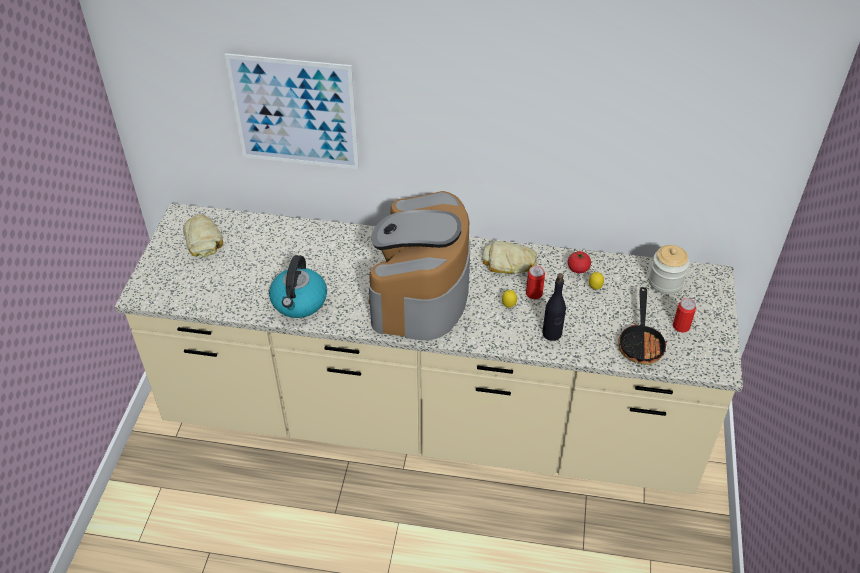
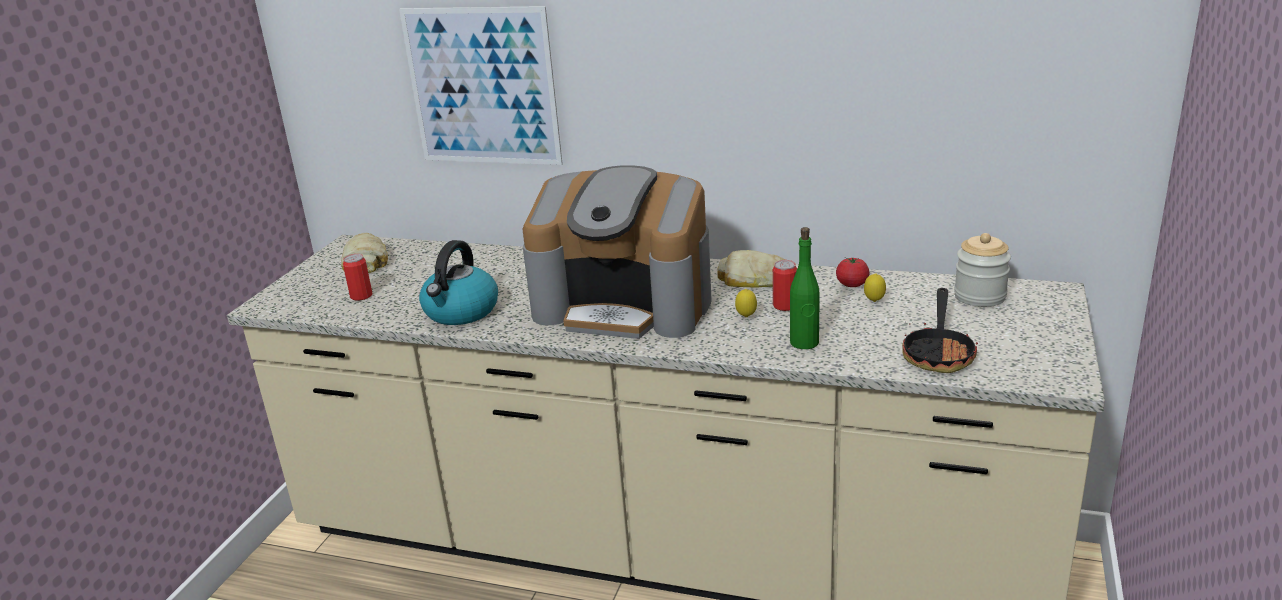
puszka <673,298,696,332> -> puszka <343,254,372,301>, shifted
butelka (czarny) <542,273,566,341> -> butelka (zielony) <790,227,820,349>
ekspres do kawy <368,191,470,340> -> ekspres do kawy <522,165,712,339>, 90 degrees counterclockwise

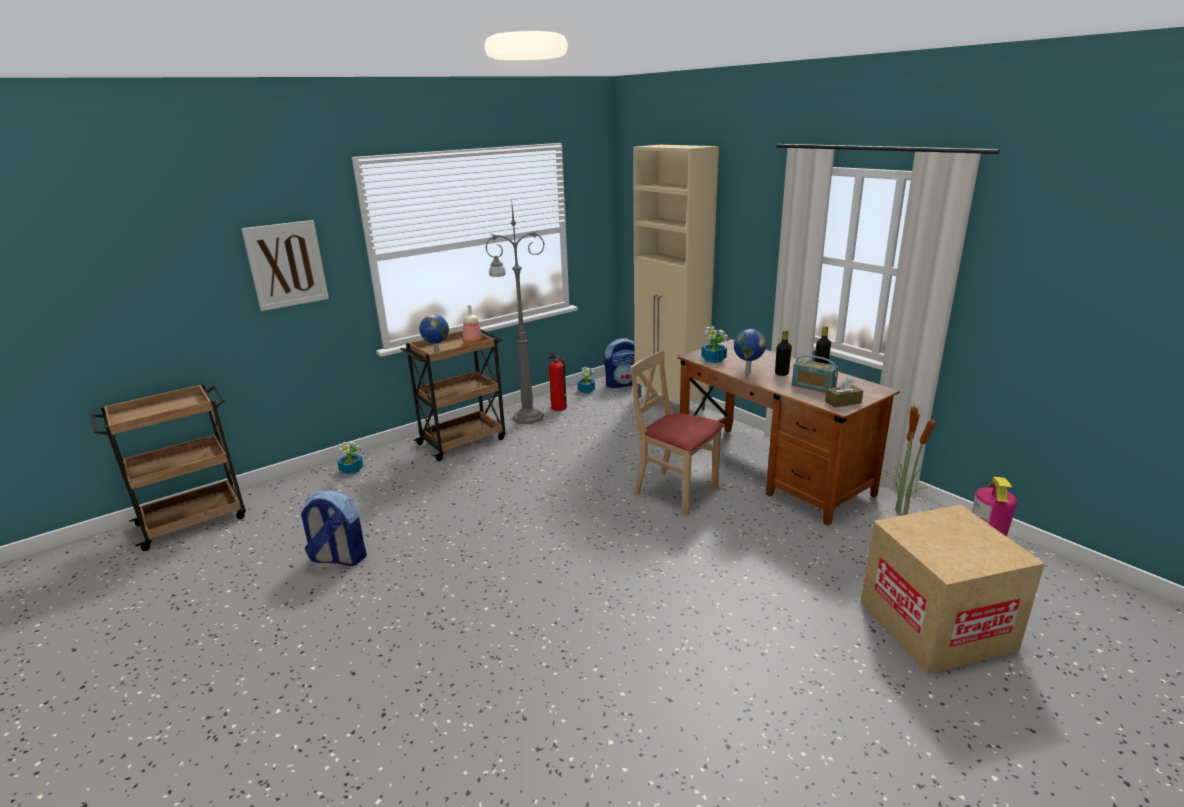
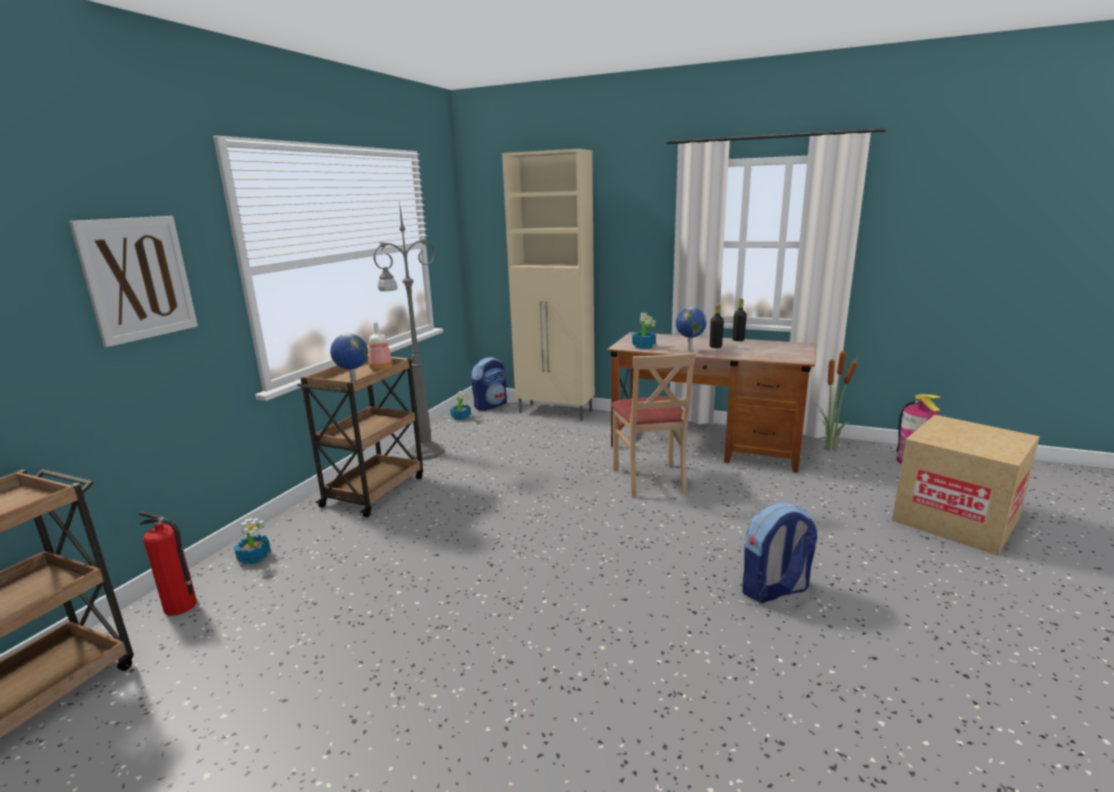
radio <792,355,839,393> -> none
pudełko chusteczek (brązowy) <825,378,863,408> -> none
plecak <301,490,367,566> -> plecak <742,503,817,603>, shifted
gaśnica <548,351,567,411> -> gaśnica <139,511,197,616>, shifted
krzesło (beżowy) <630,350,724,516> -> krzesło (beżowy) <611,353,696,498>, 105 degrees counterclockwise

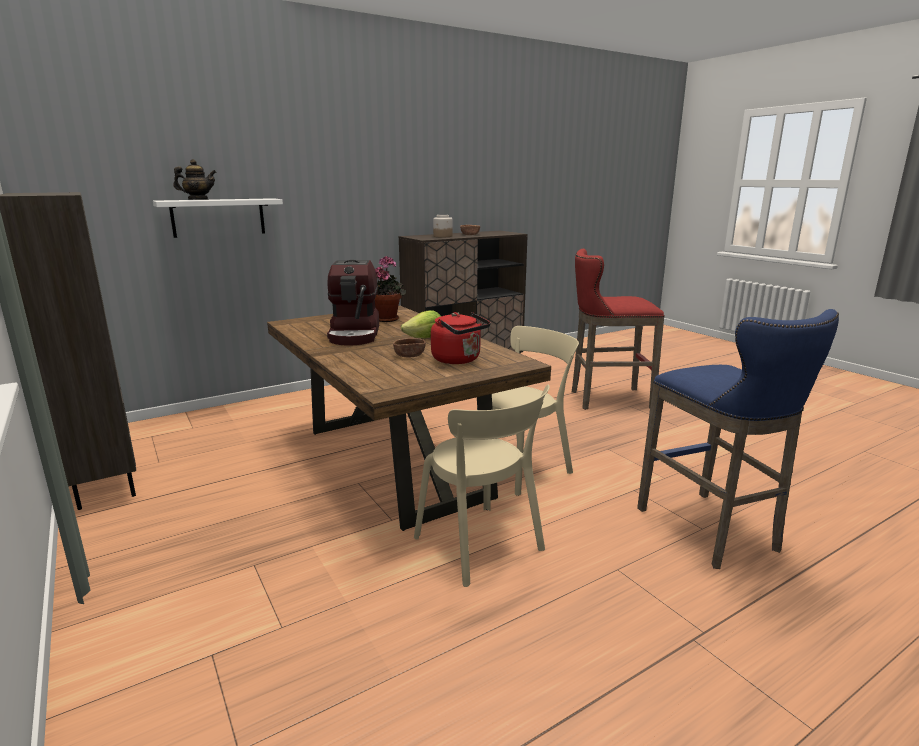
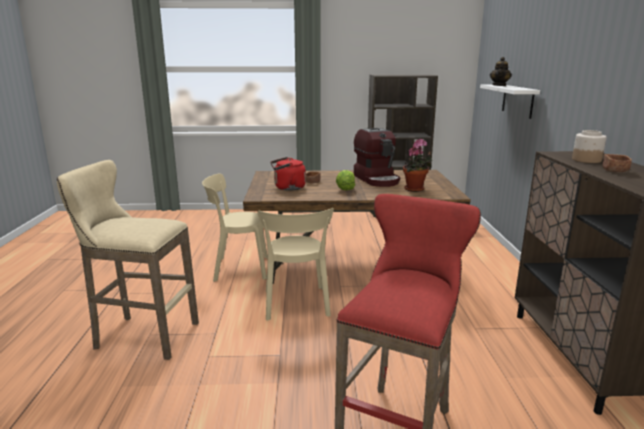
stołek (niebieski) <637,309,839,569> -> stołek (beżowy) <57,160,199,360>
ekspres do kawy <327,260,379,346> -> ekspres do kawy <354,128,400,187>, 135 degrees counterclockwise

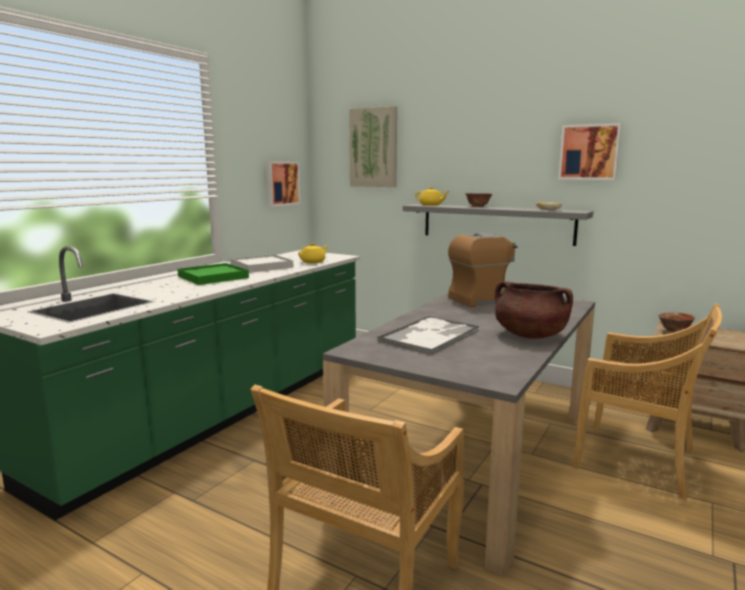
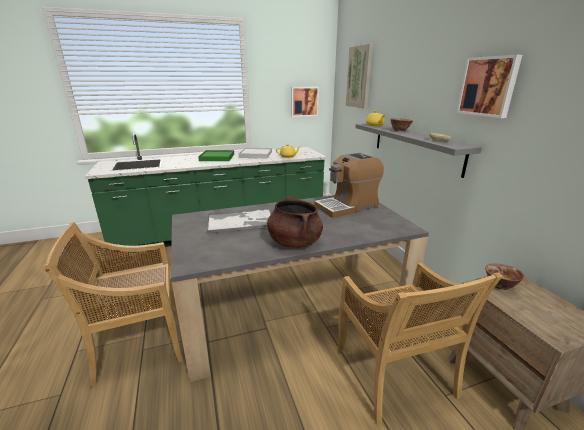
ekspres do kawy <448,233,517,307> -> ekspres do kawy <314,153,384,218>, 135 degrees clockwise

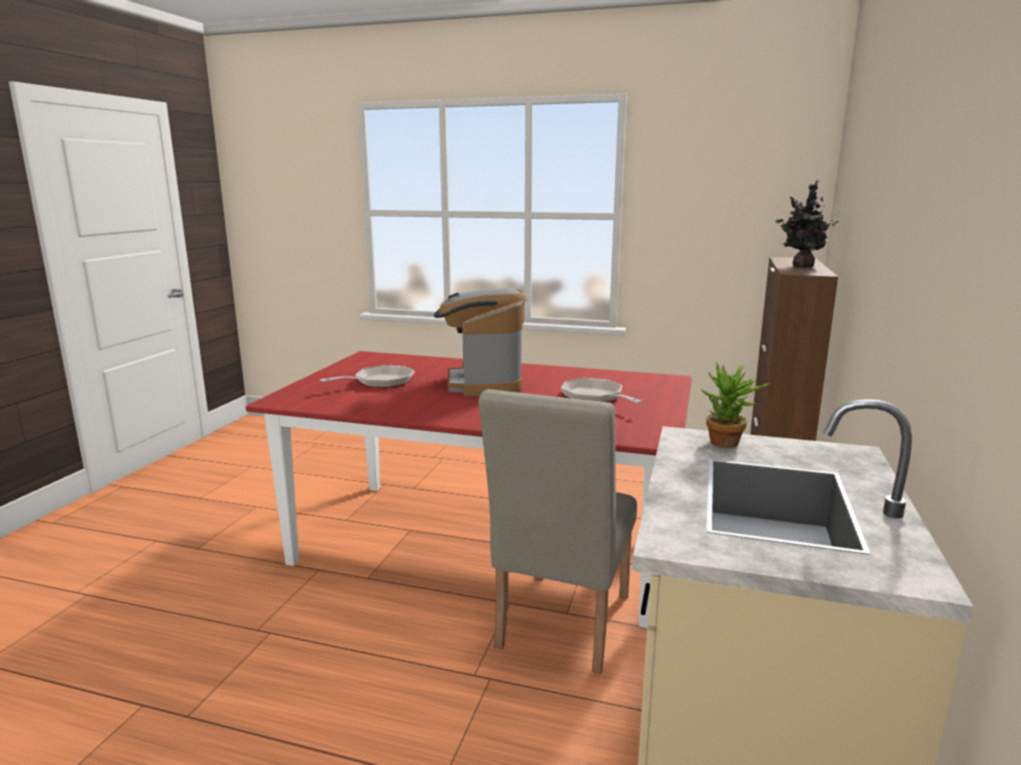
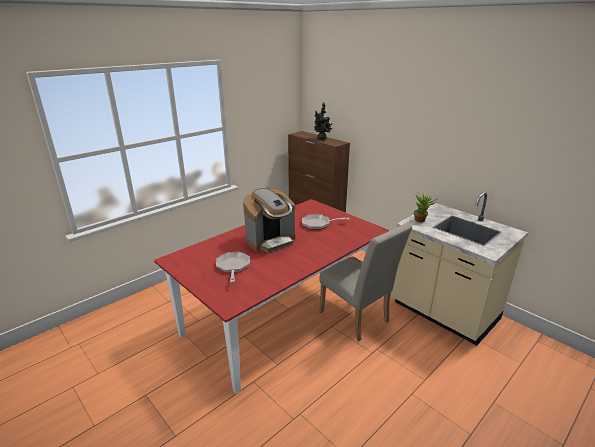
ekspres do kawy <434,288,527,396> -> ekspres do kawy <243,188,295,253>, 60 degrees counterclockwise

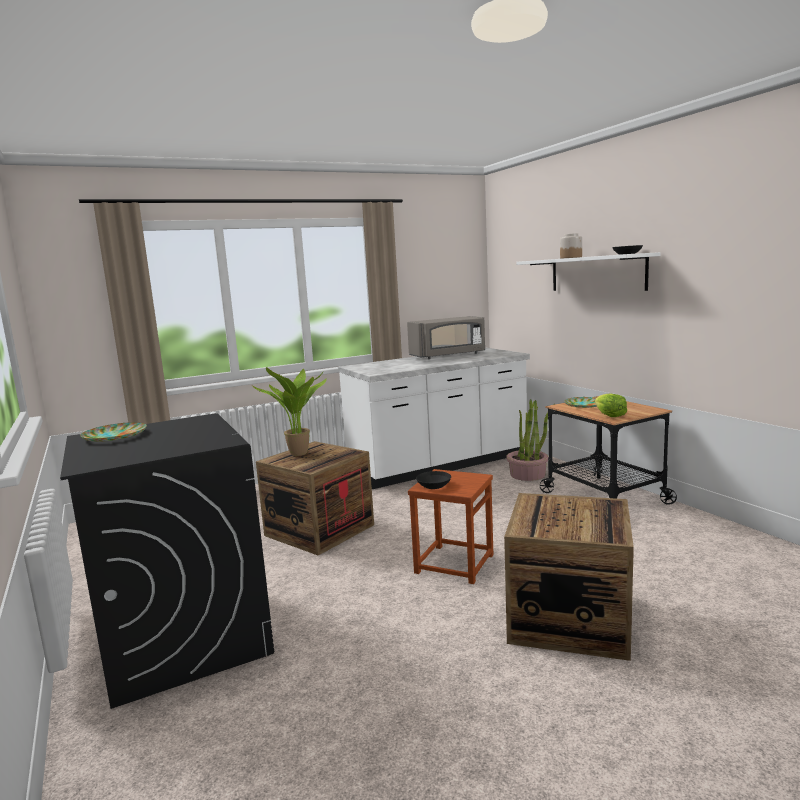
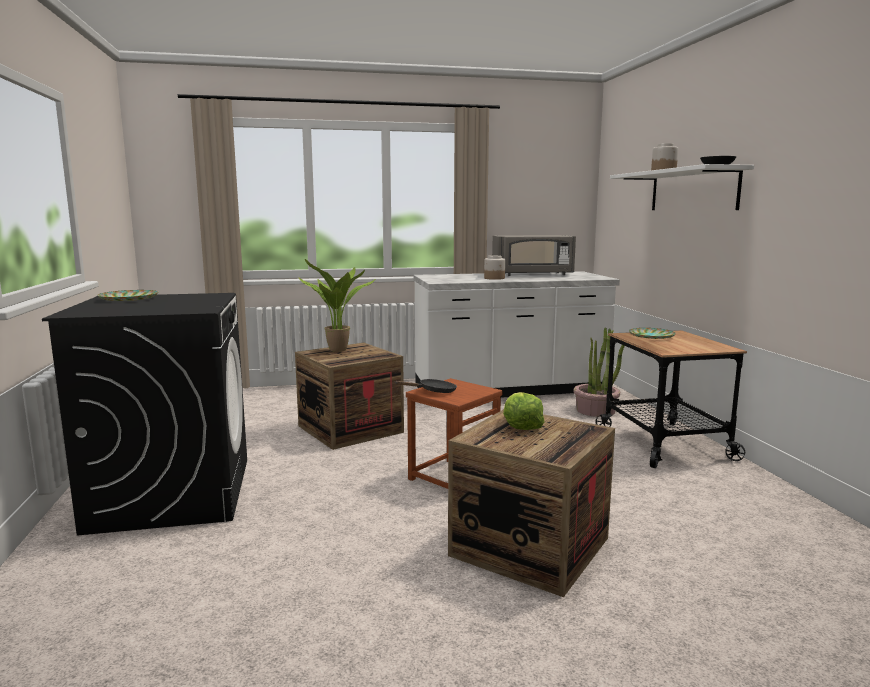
none -> słoik <484,255,505,280>
sałata <595,393,627,417> -> sałata <503,392,545,430>, shifted
miska (czarny) <416,471,451,489> -> patelnia (czarny) <395,379,457,393>

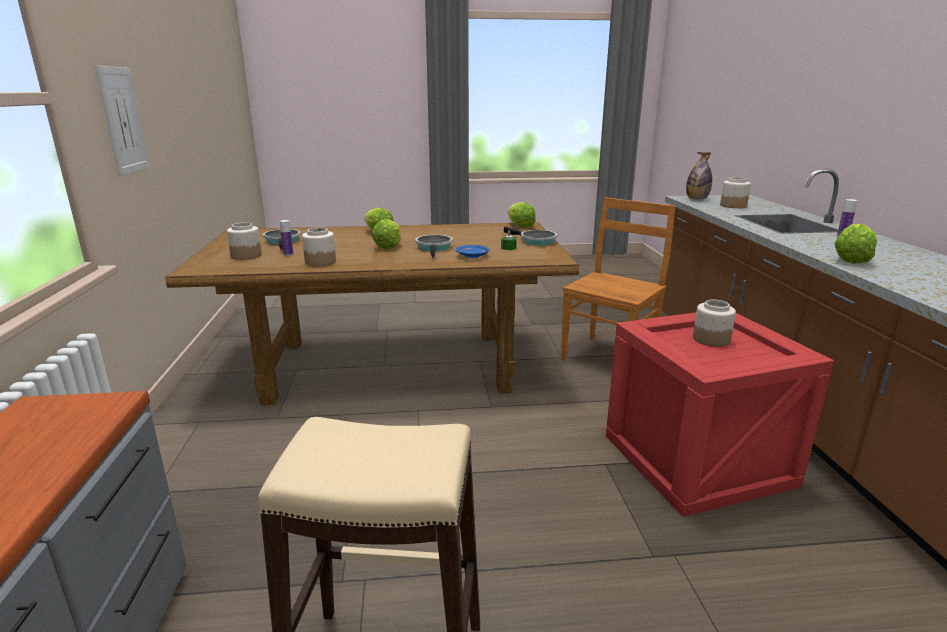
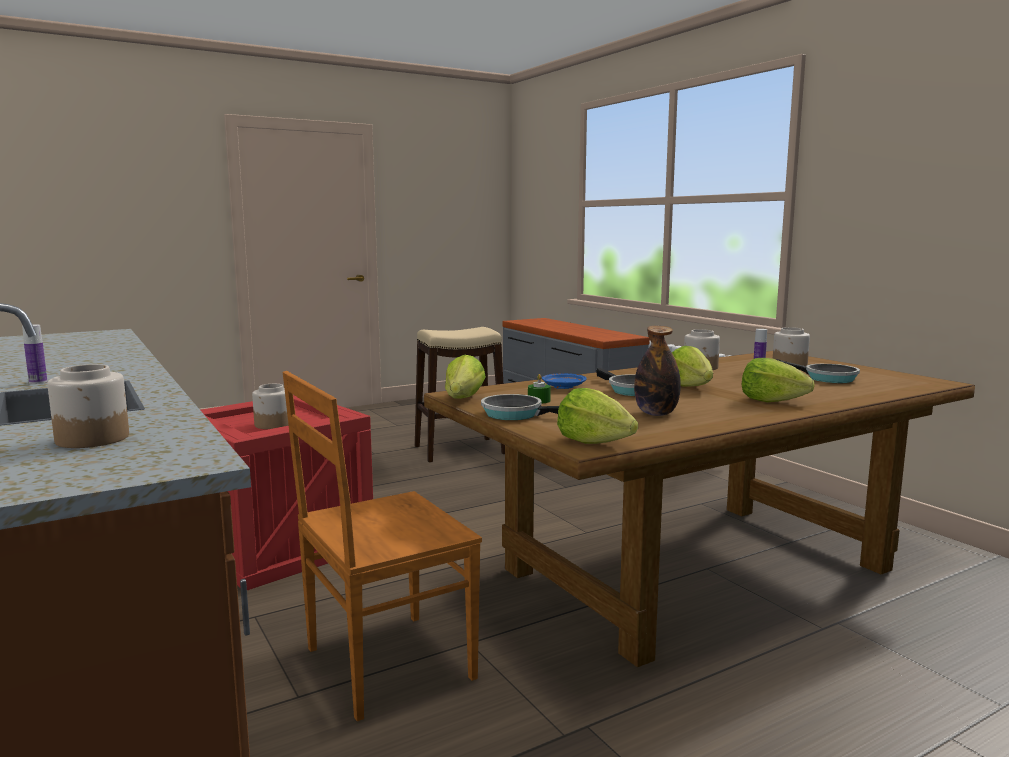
obraz <95,65,150,176> -> none
butelka <686,152,712,200> -> butelka <634,326,681,416>, shifted
sałata <834,224,877,264> -> sałata <445,355,486,399>, shifted
krzesło (brązowy) <561,197,676,360> -> krzesło (brązowy) <283,371,482,721>, 45 degrees clockwise

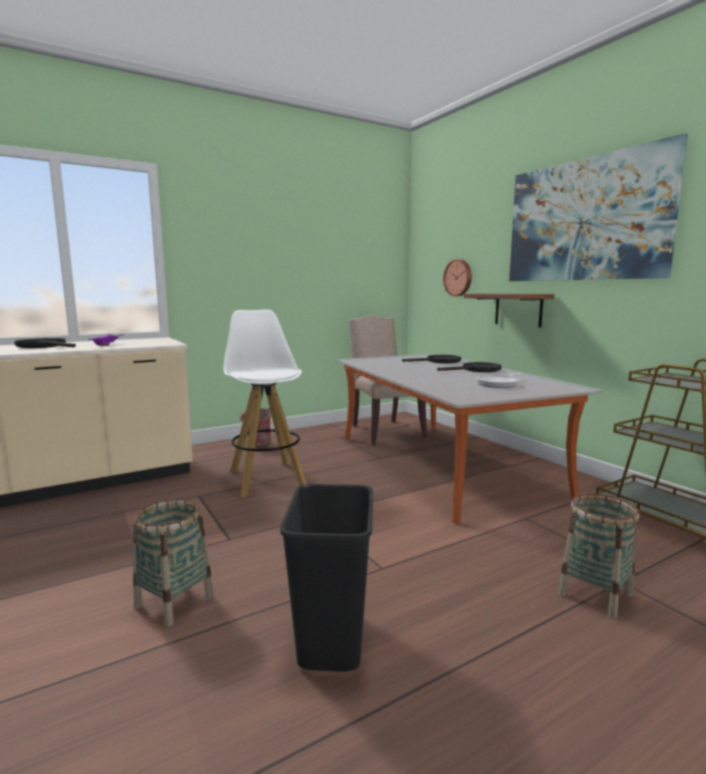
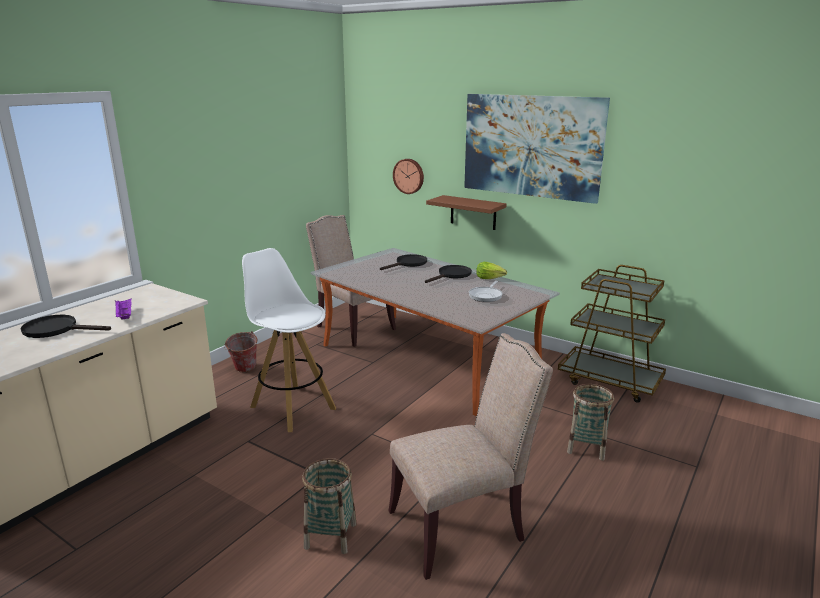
none -> sałata <476,262,507,279>
kosz na śmieci (czarny) <280,484,373,672> -> krzesło (beżowy) <388,333,553,580>

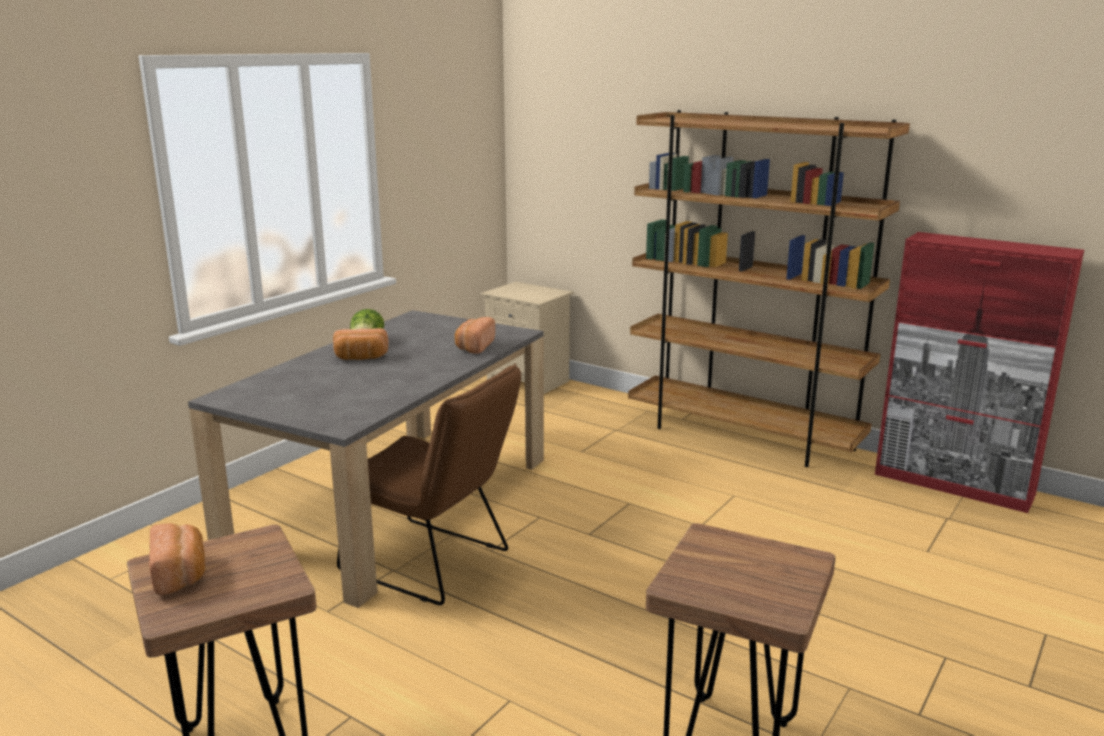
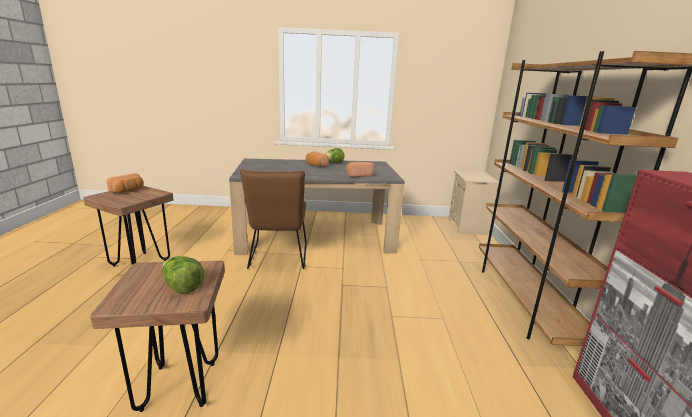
none -> sałata <162,256,204,294>

